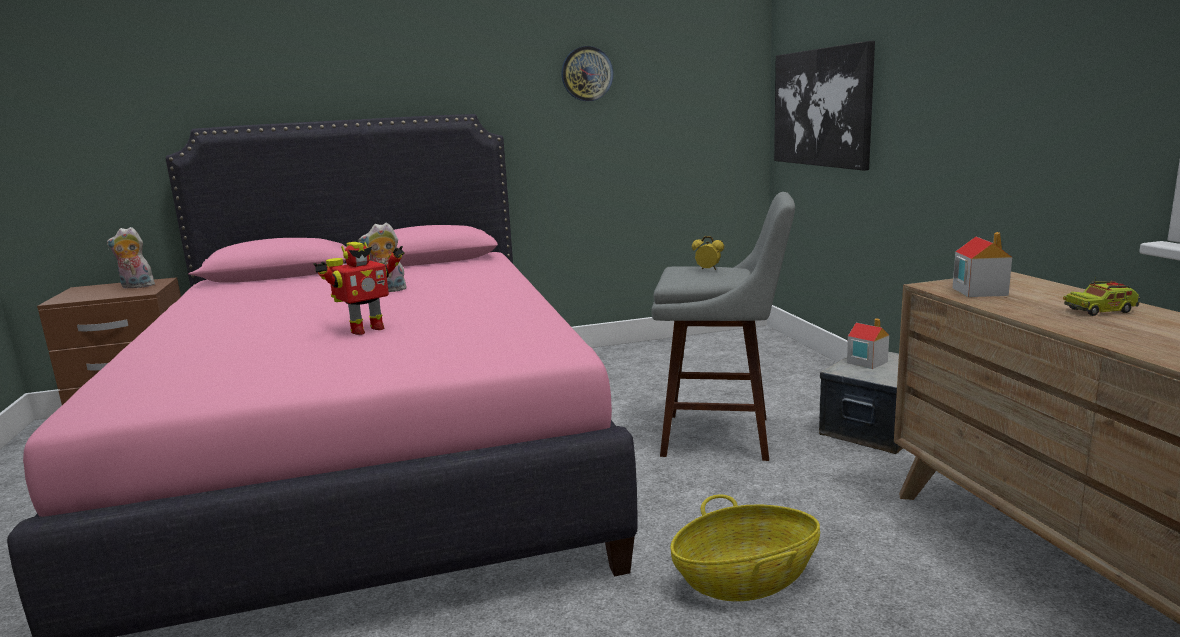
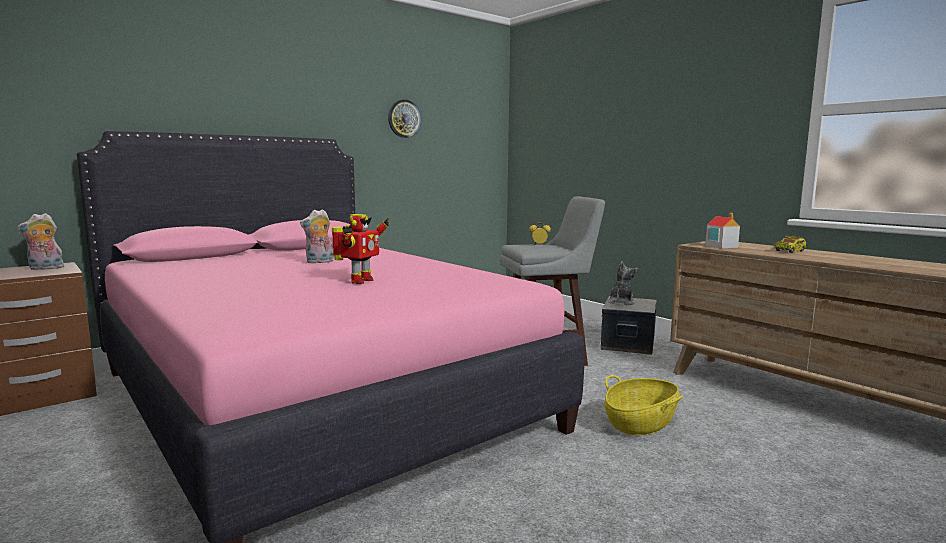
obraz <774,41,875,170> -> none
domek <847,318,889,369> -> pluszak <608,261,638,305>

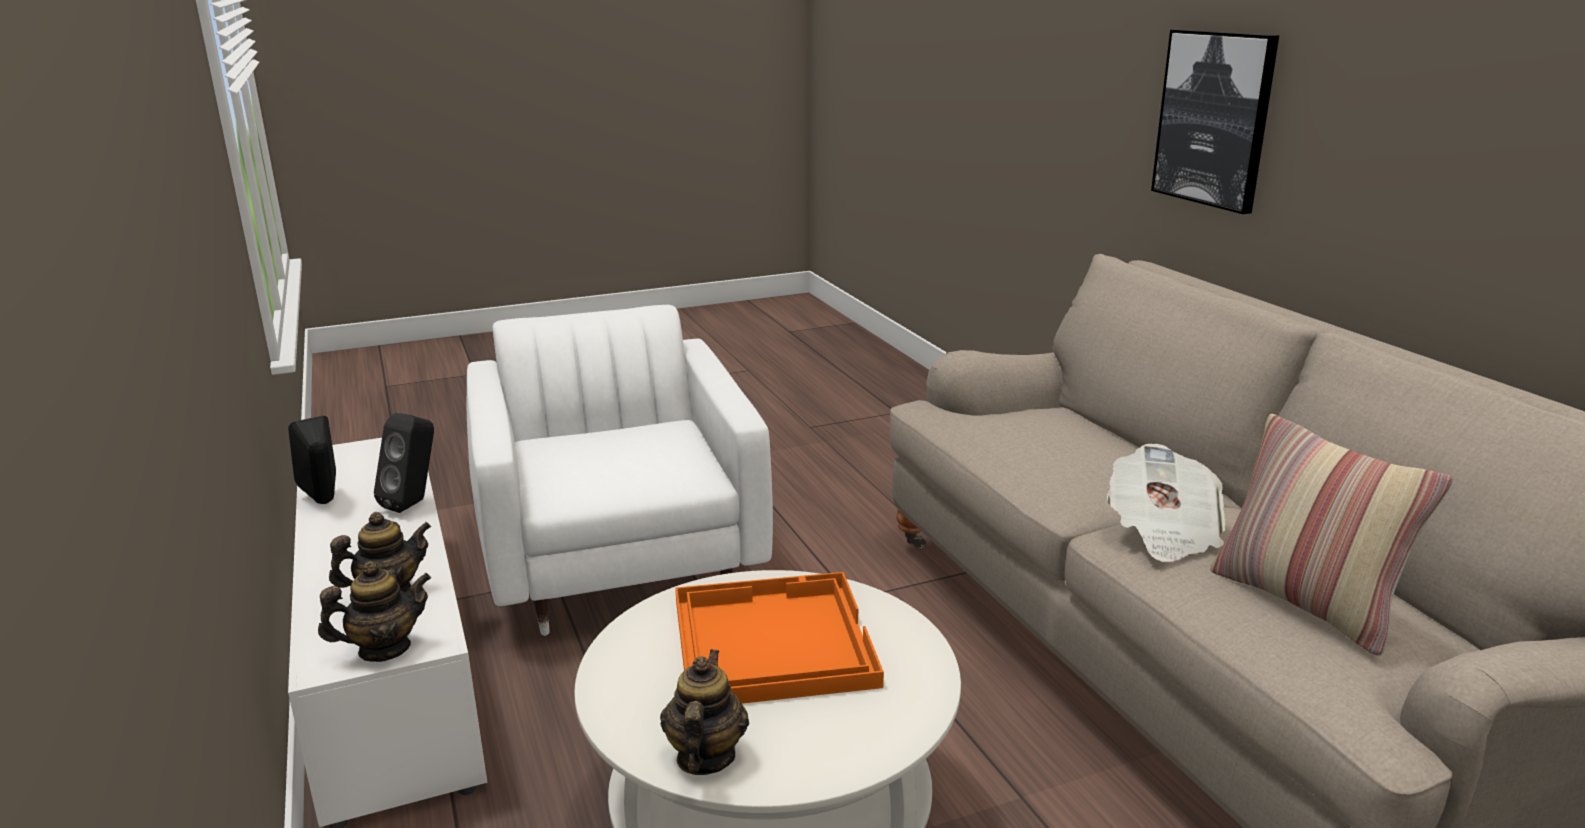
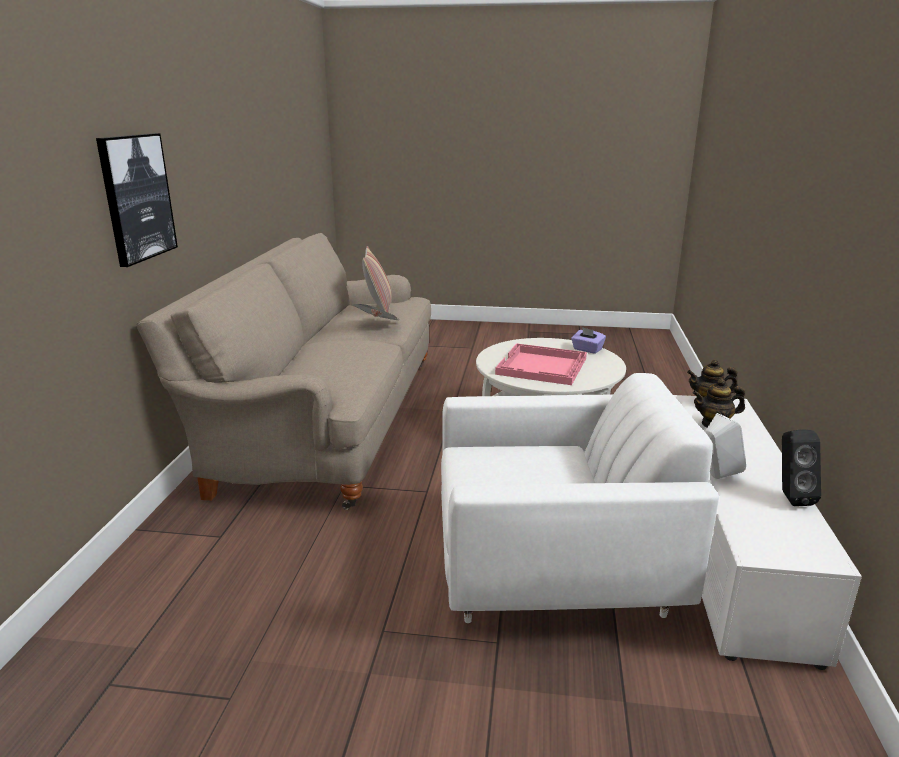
imbryk <660,649,749,775> -> pudełko chusteczek (fioletowy) <571,327,606,354>
głośnik (czarny) <374,413,434,513> -> głośnik (biały) <705,413,746,479>
taca (pomarańczowy) <675,572,884,704> -> taca (różowy) <495,343,587,385>
fotel (biały) <466,305,773,636> -> fotel (biały) <441,373,719,623>, 105 degrees counterclockwise

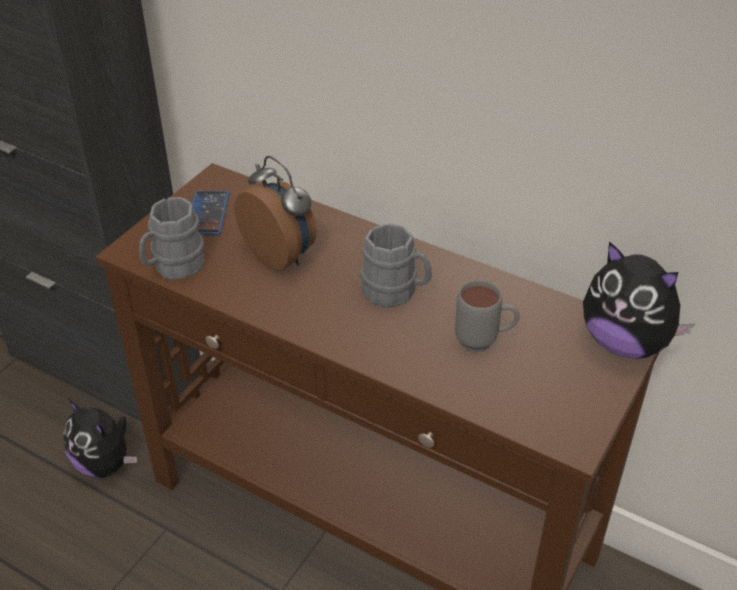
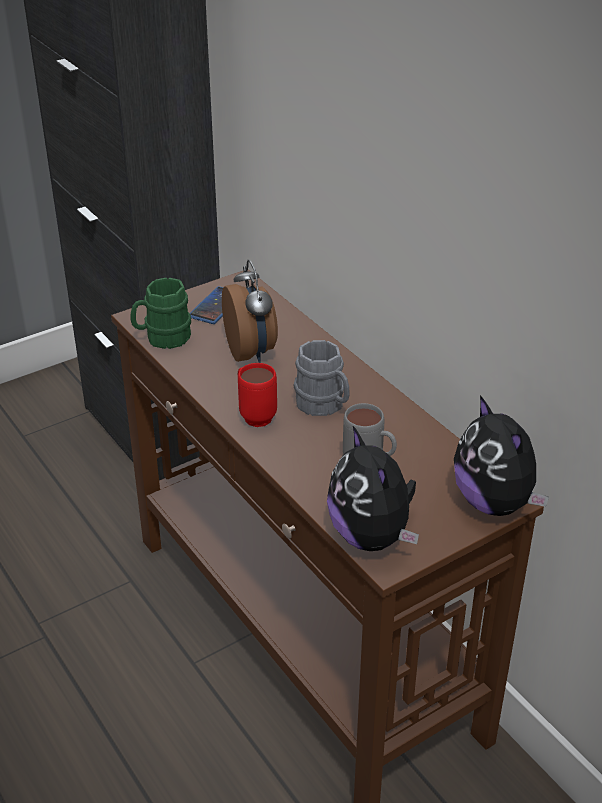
none -> kubek (czerwony) <238,363,277,427>
pluszak <63,399,137,478> -> pluszak <327,426,419,551>, shifted
kubek (szary) <139,197,204,280> -> kubek (zielony) <131,278,191,349>

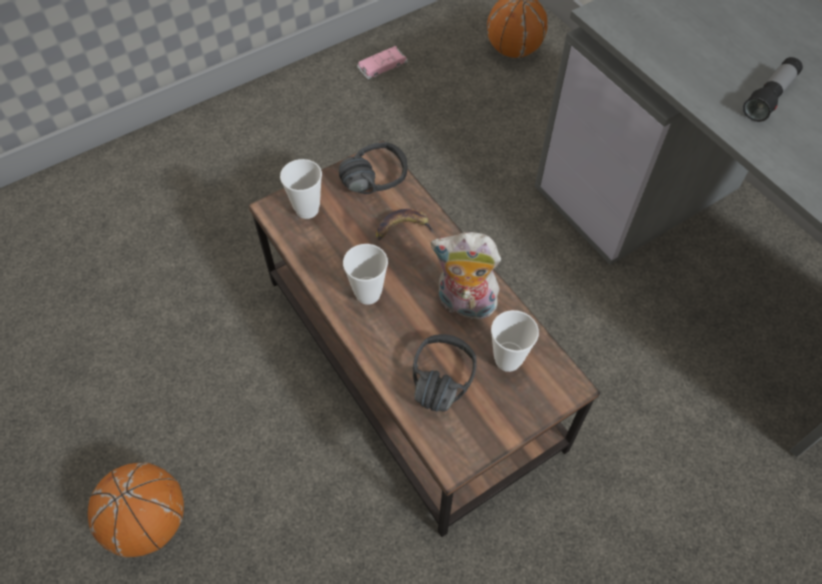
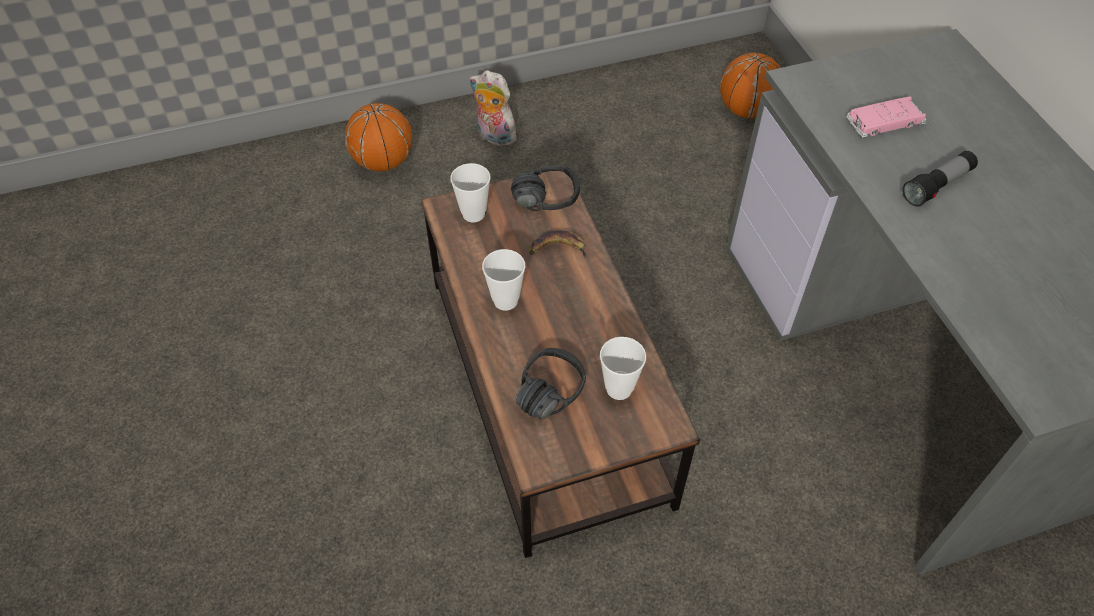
piłka do koszykówki <88,463,184,557> -> piłka do koszykówki <345,103,412,171>, shifted
samochodzik (różowy) <357,46,408,79> -> samochodzik (różowy) <846,96,927,138>, shifted
pluszak <431,232,501,319> -> pluszak <469,70,517,146>, shifted

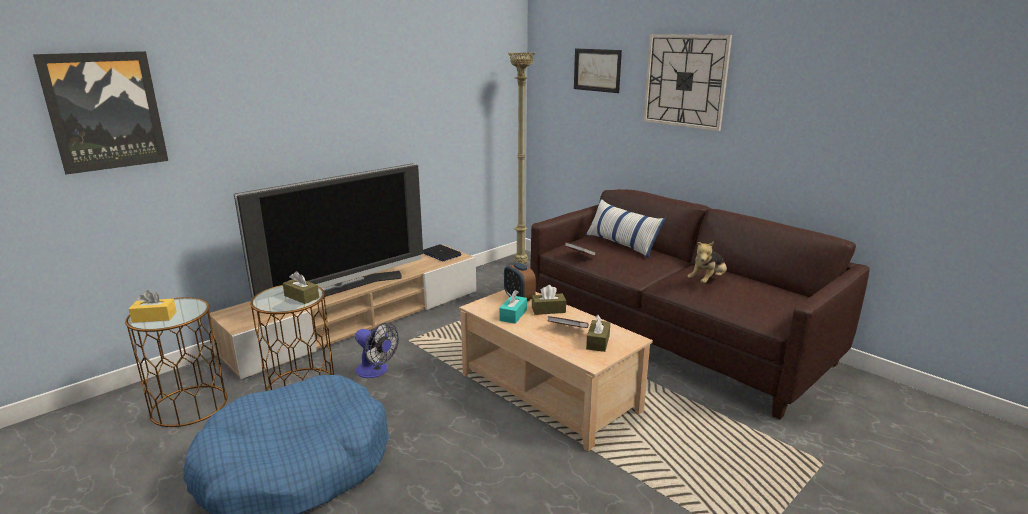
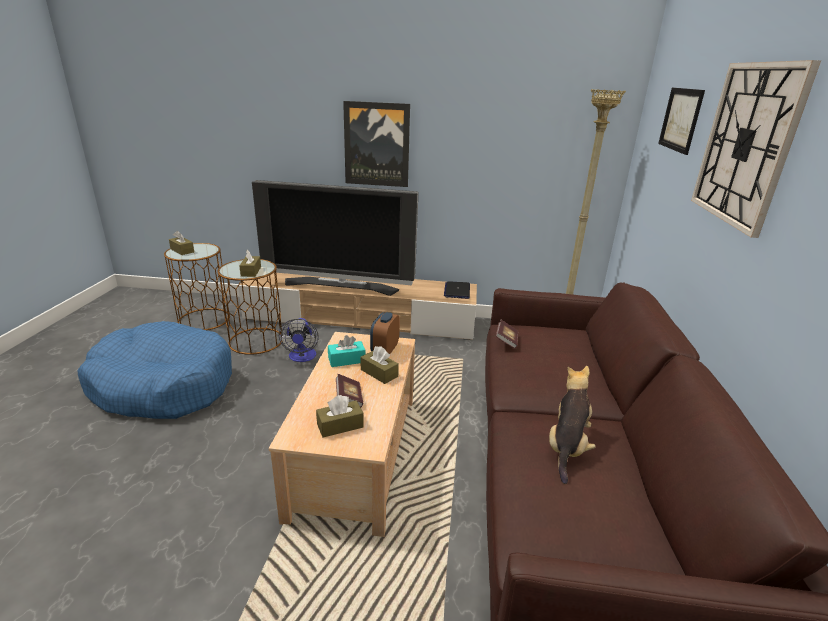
poduszka <585,199,666,259> -> none
obraz <33,51,168,175> -> obraz <343,101,410,187>, shifted
pudełko chusteczek (żółty) <129,290,177,323> -> pudełko chusteczek (brązowy) <169,231,194,255>
pluszak <688,241,727,284> -> pluszak <549,366,596,484>, 105 degrees clockwise

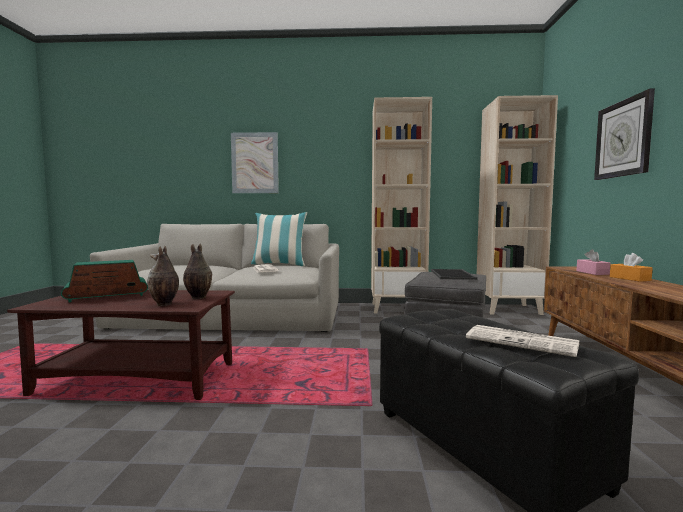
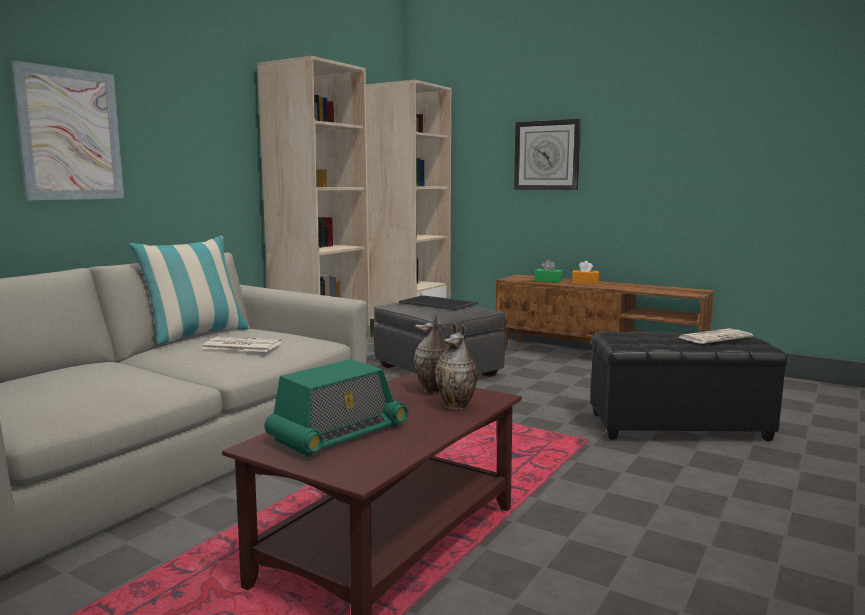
pudełko chusteczek (różowy) <576,249,610,275> -> pudełko chusteczek (zielony) <534,260,563,283>
radio <61,260,148,302> -> radio <264,359,408,457>, 135 degrees counterclockwise

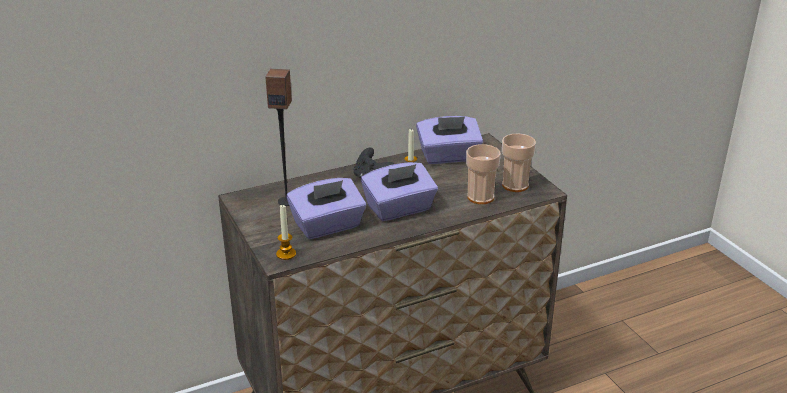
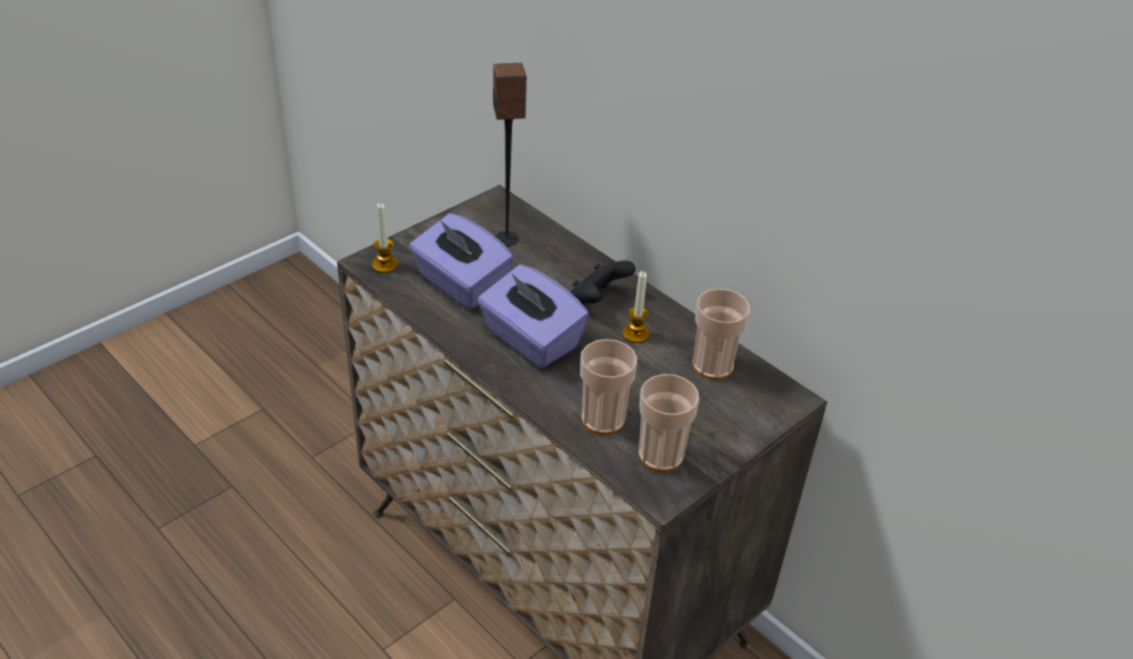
pudełko chusteczek (fioletowy) <416,116,483,164> -> filiżanka <692,289,750,380>

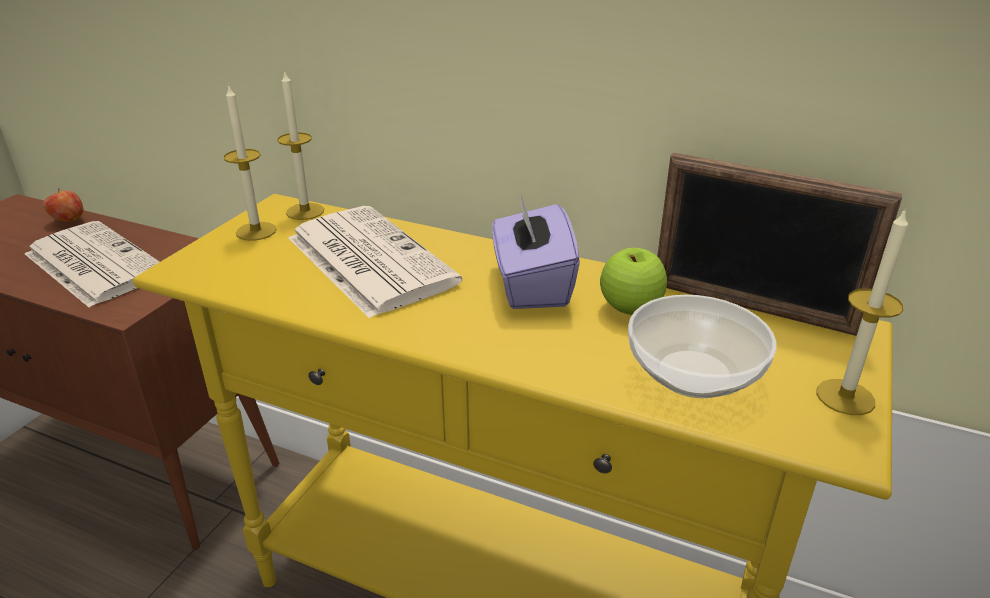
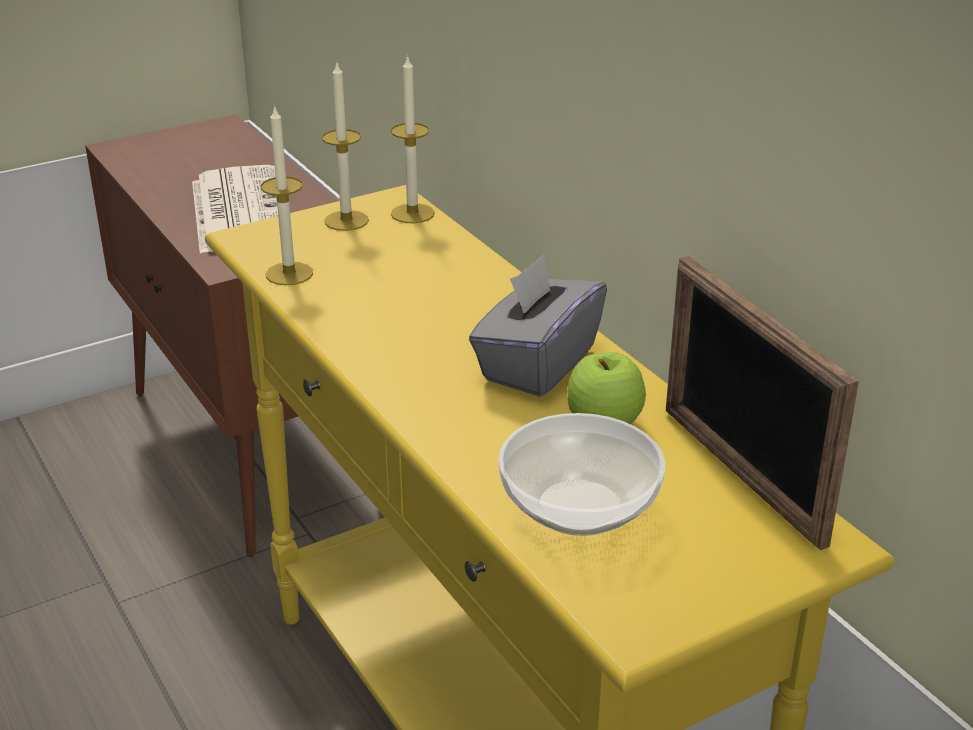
jabłko <43,188,84,222> -> none
gazeta <288,206,462,318> -> none
świeca <816,208,908,415> -> świeca <261,105,313,285>, shifted
pudełko chusteczek (fioletowy) <492,193,580,309> -> pudełko chusteczek (szary) <469,255,607,397>

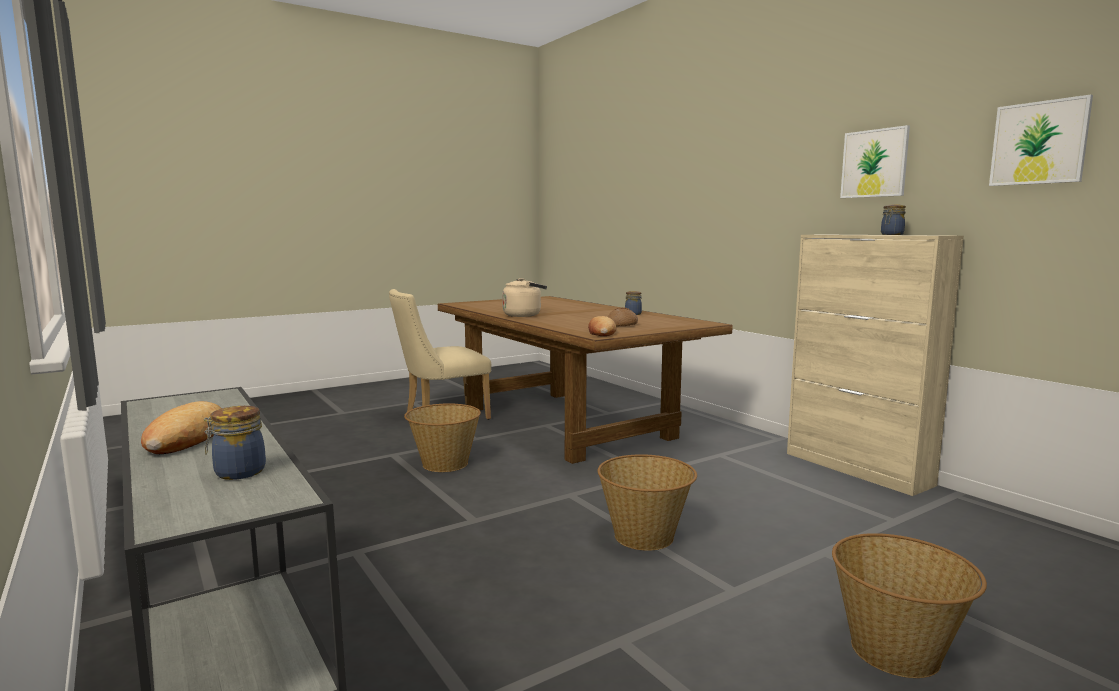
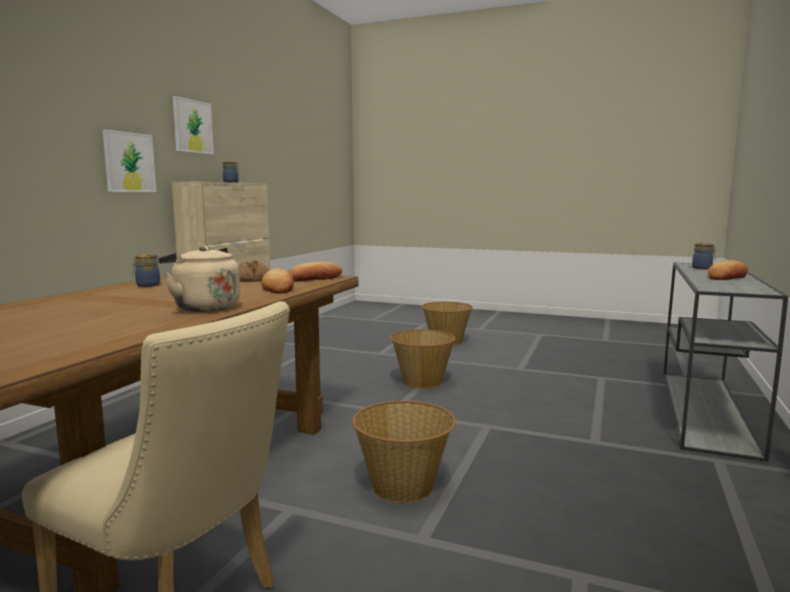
none -> chleb <261,268,294,293>
obraz <989,94,1093,186> -> obraz <103,129,156,192>, shifted

